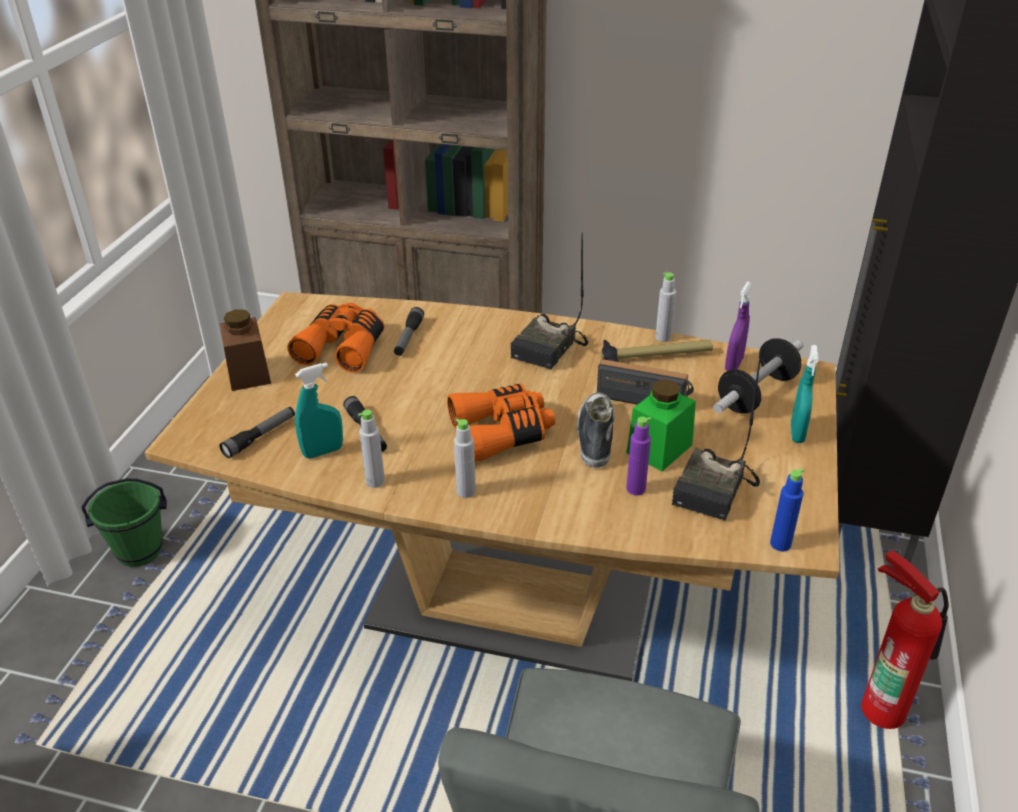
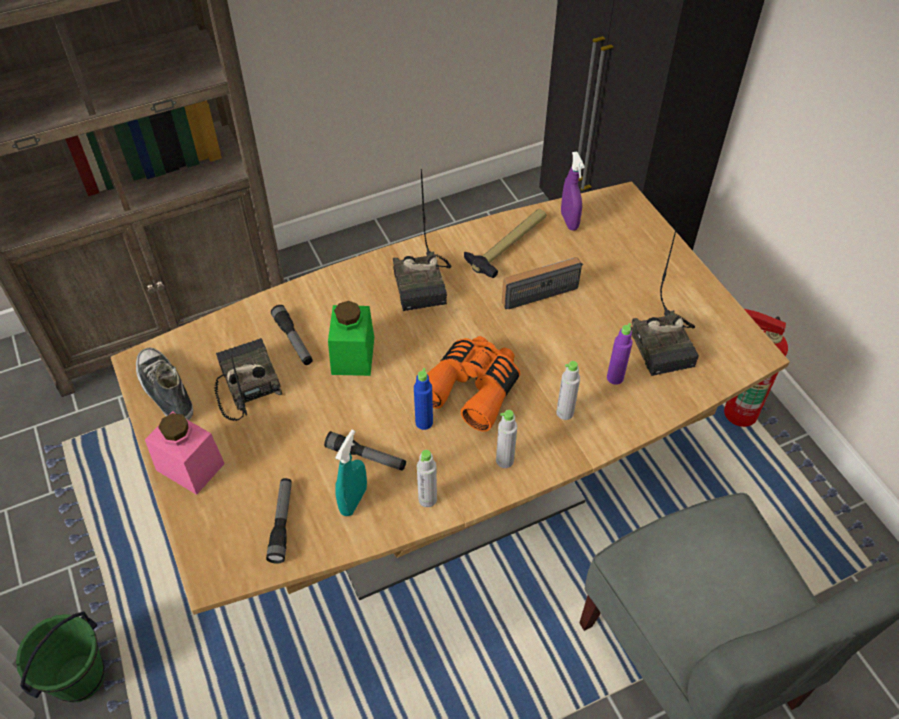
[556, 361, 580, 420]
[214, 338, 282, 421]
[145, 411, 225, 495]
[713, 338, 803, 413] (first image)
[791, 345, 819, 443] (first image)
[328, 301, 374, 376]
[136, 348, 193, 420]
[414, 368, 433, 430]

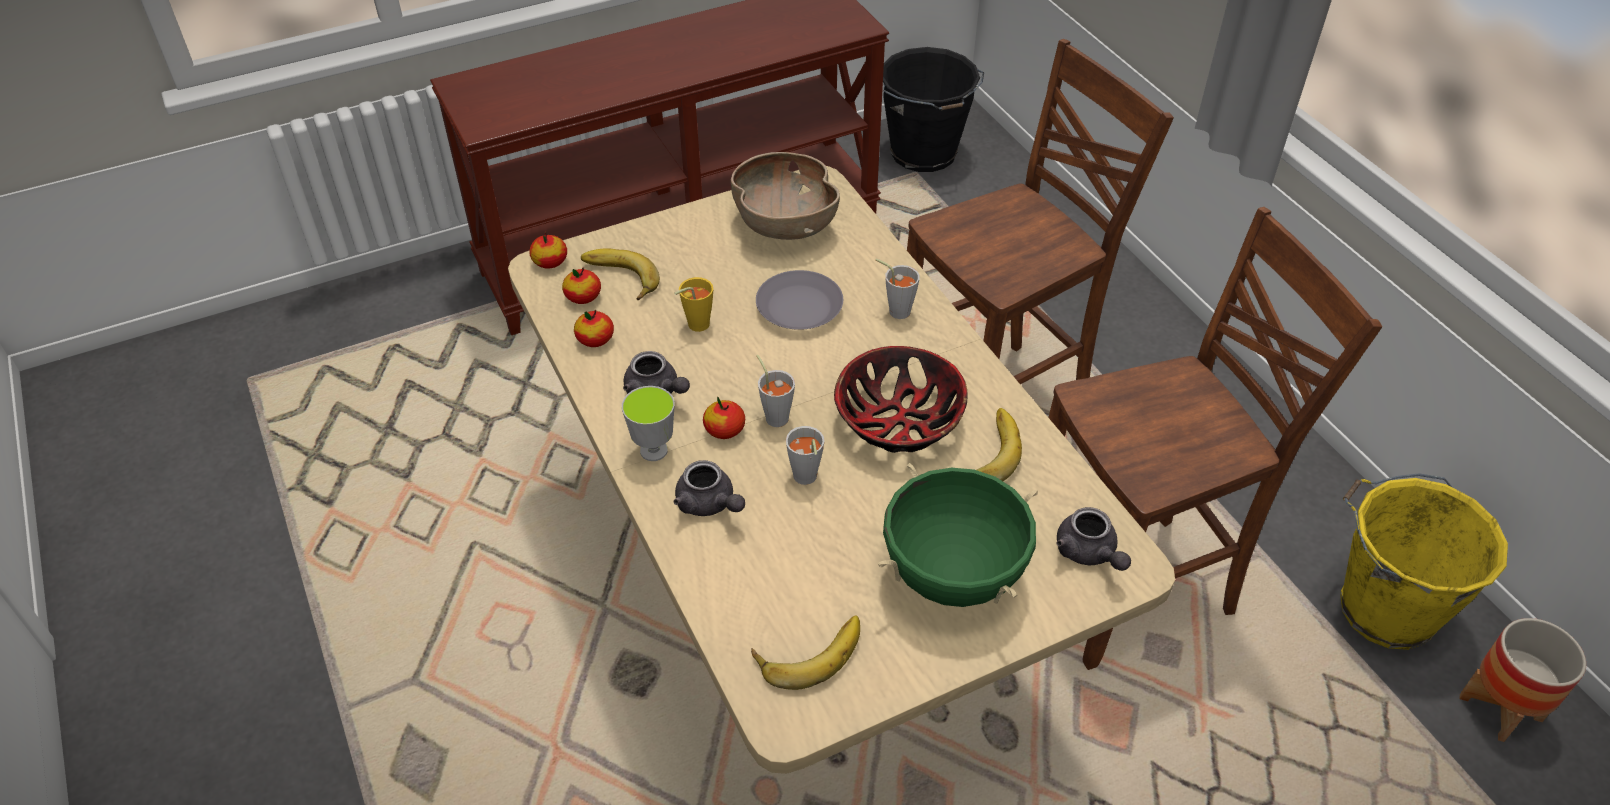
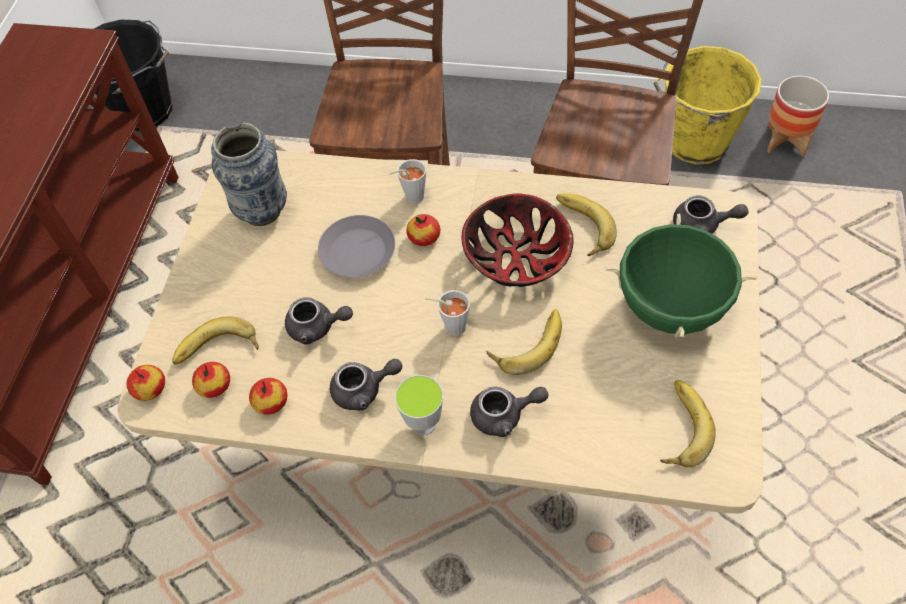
[211, 122, 287, 226]
[285, 297, 353, 344]
[406, 214, 440, 246]
[486, 309, 562, 375]

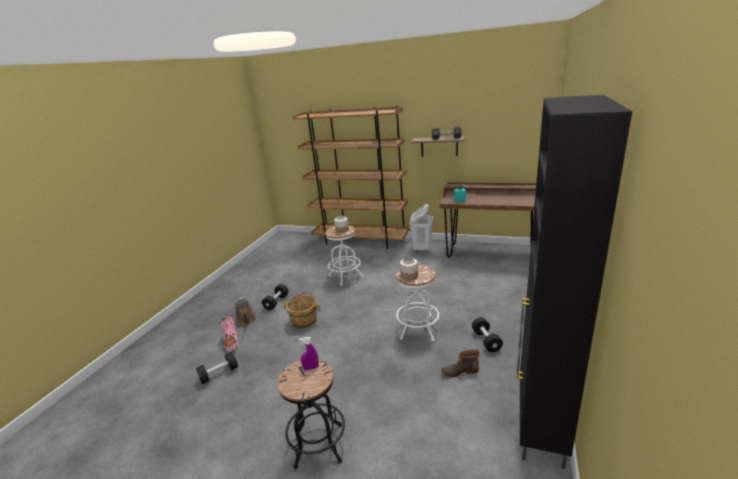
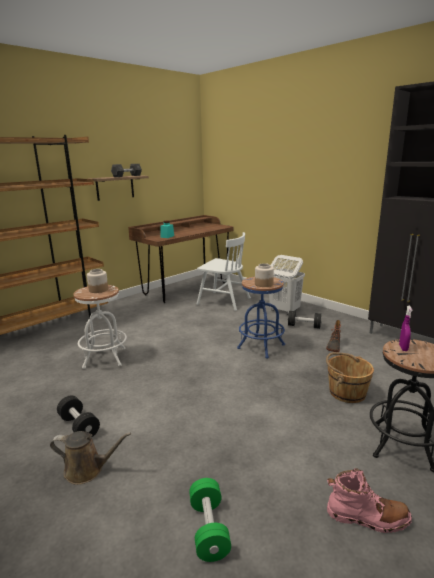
[269, 255, 305, 315]
[237, 276, 285, 358]
[326, 352, 374, 403]
[327, 468, 412, 533]
[189, 478, 231, 562]
[196, 232, 251, 311]

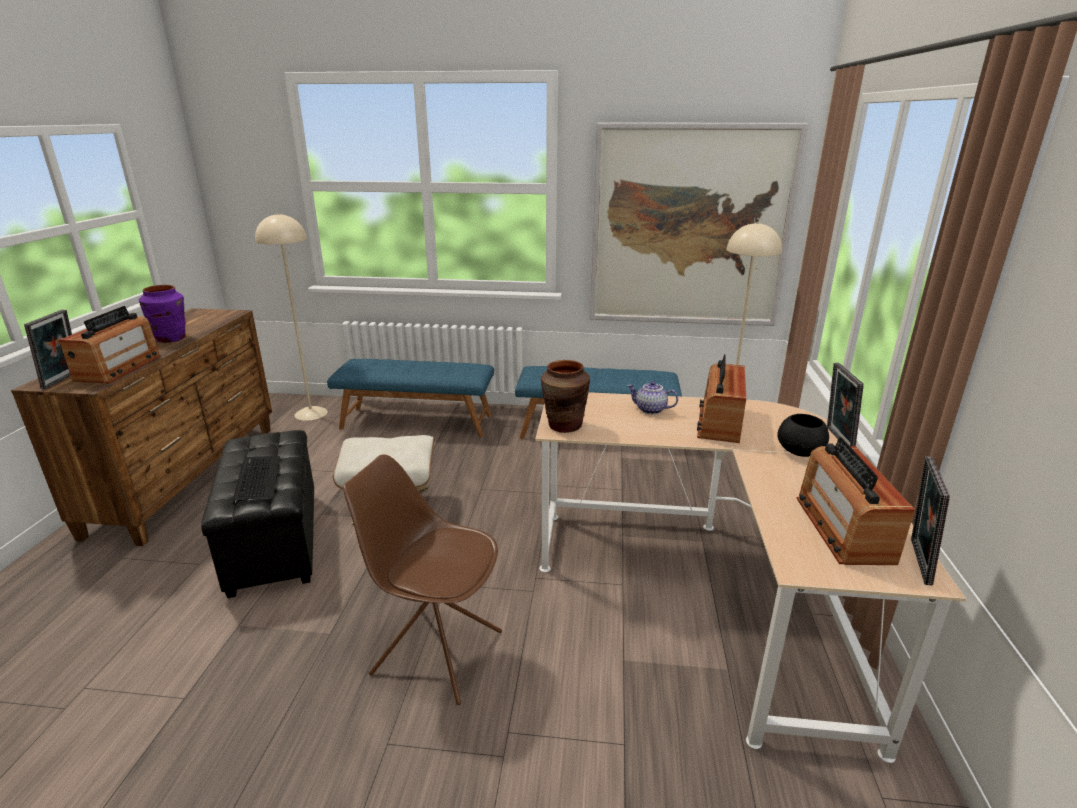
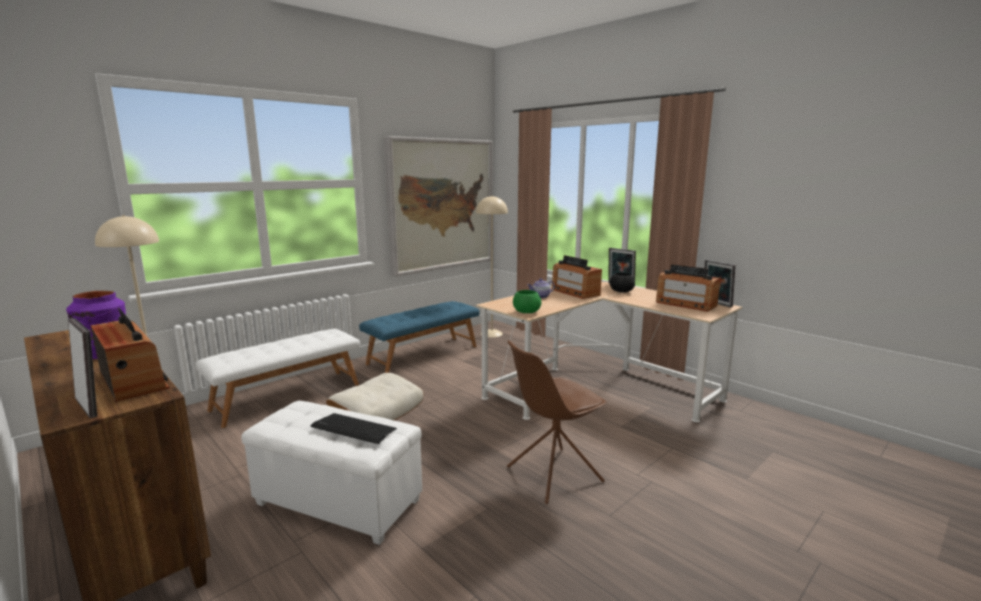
[195, 329, 360, 428]
[513, 290, 541, 313]
[241, 401, 422, 545]

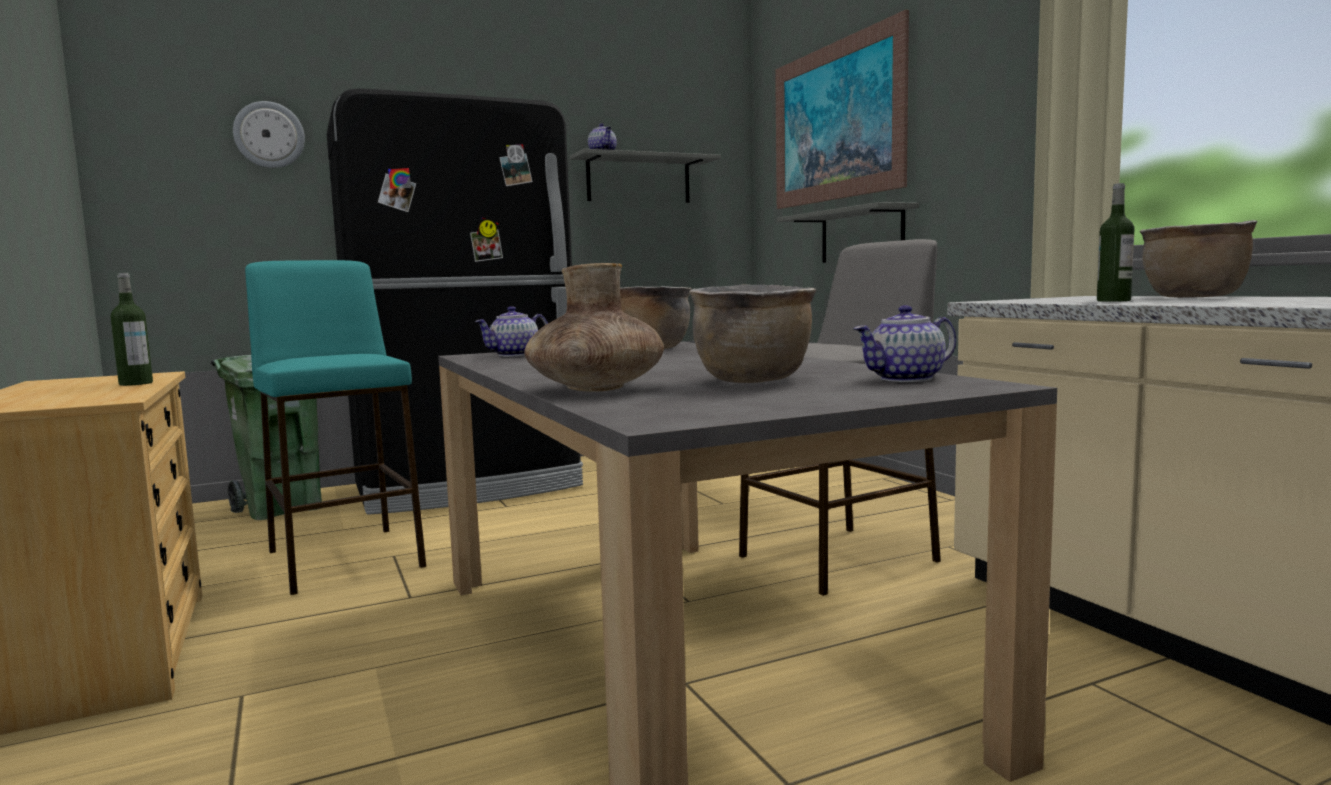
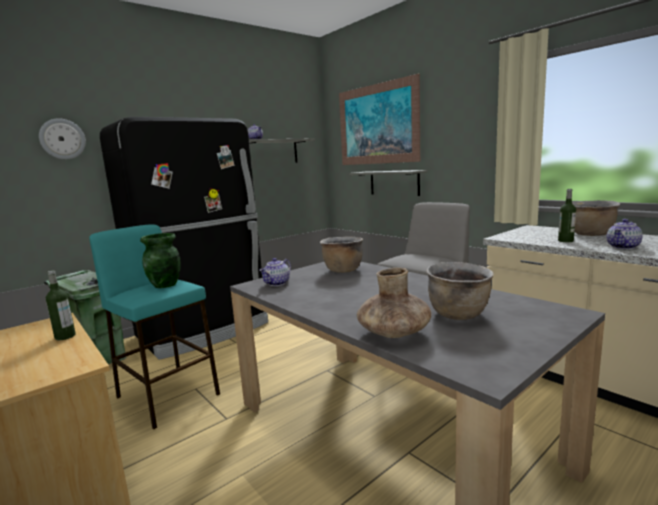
[607, 219, 643, 249]
[140, 233, 181, 288]

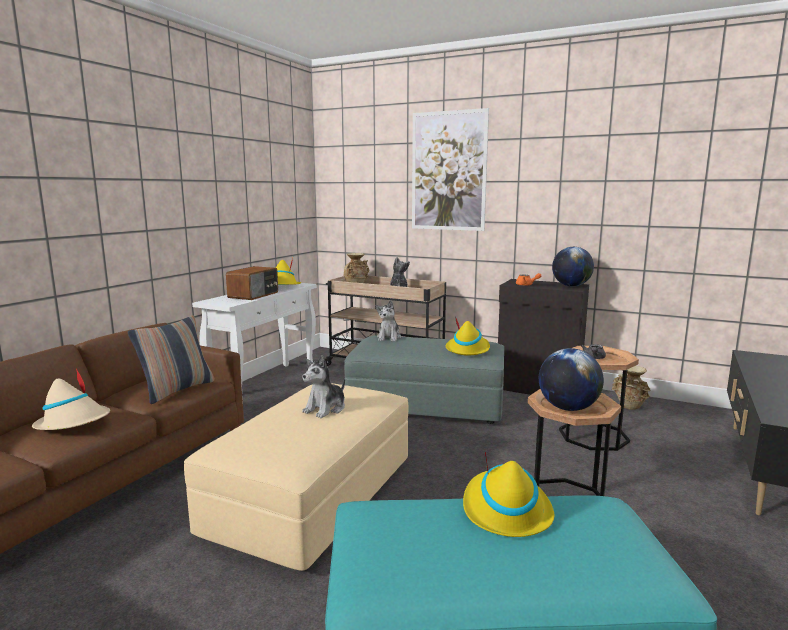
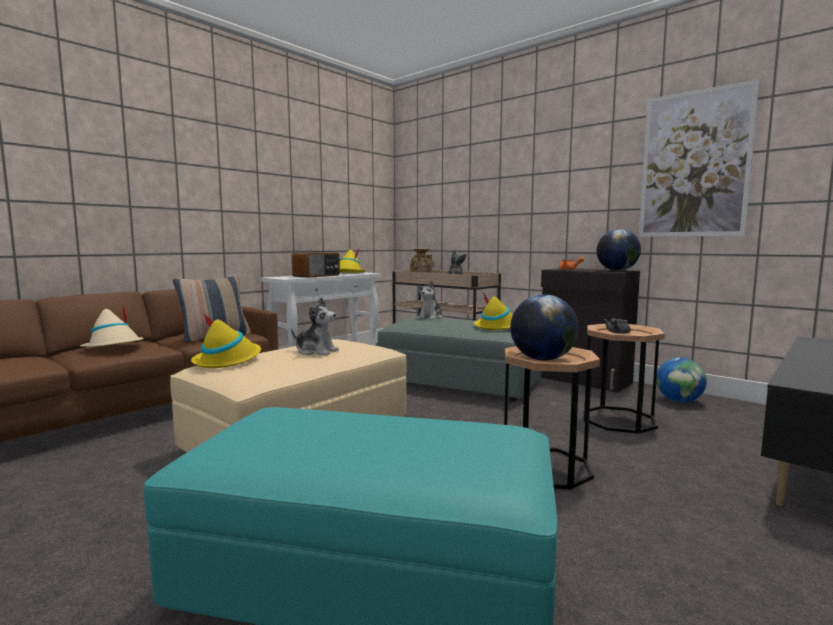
[639, 79, 760, 237]
[291, 298, 339, 355]
[656, 357, 707, 403]
[191, 313, 261, 368]

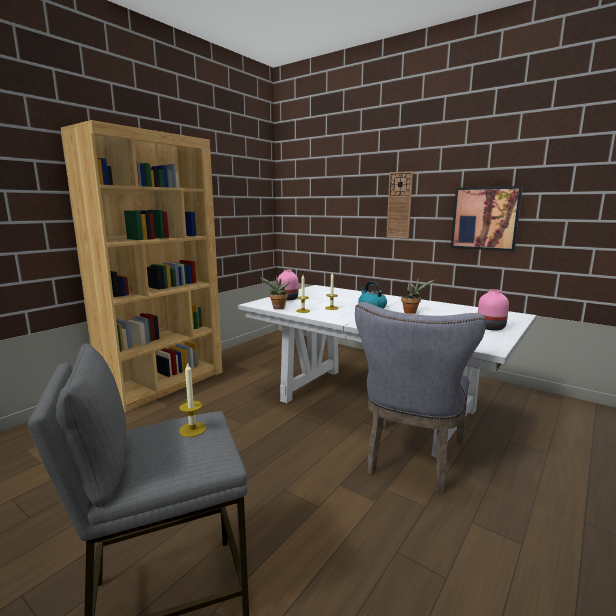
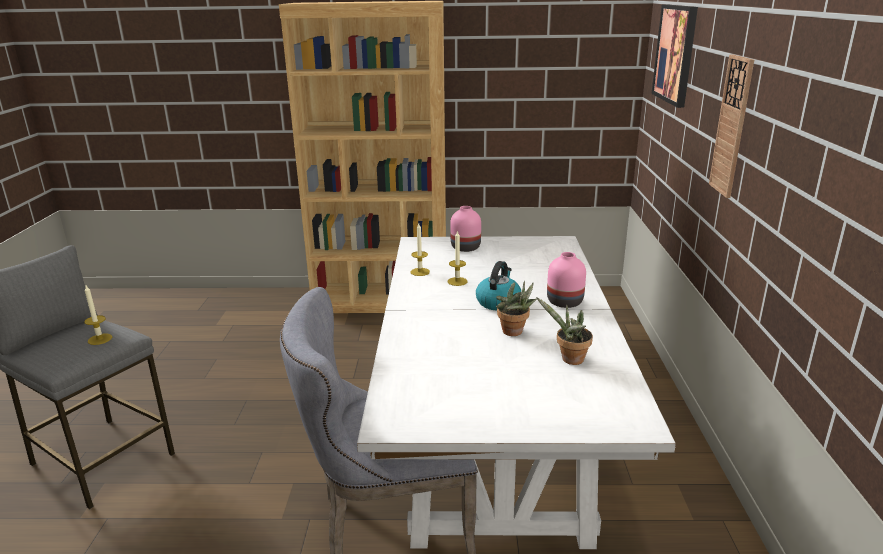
[652, 4, 698, 108]
[536, 297, 593, 365]
[547, 252, 586, 308]

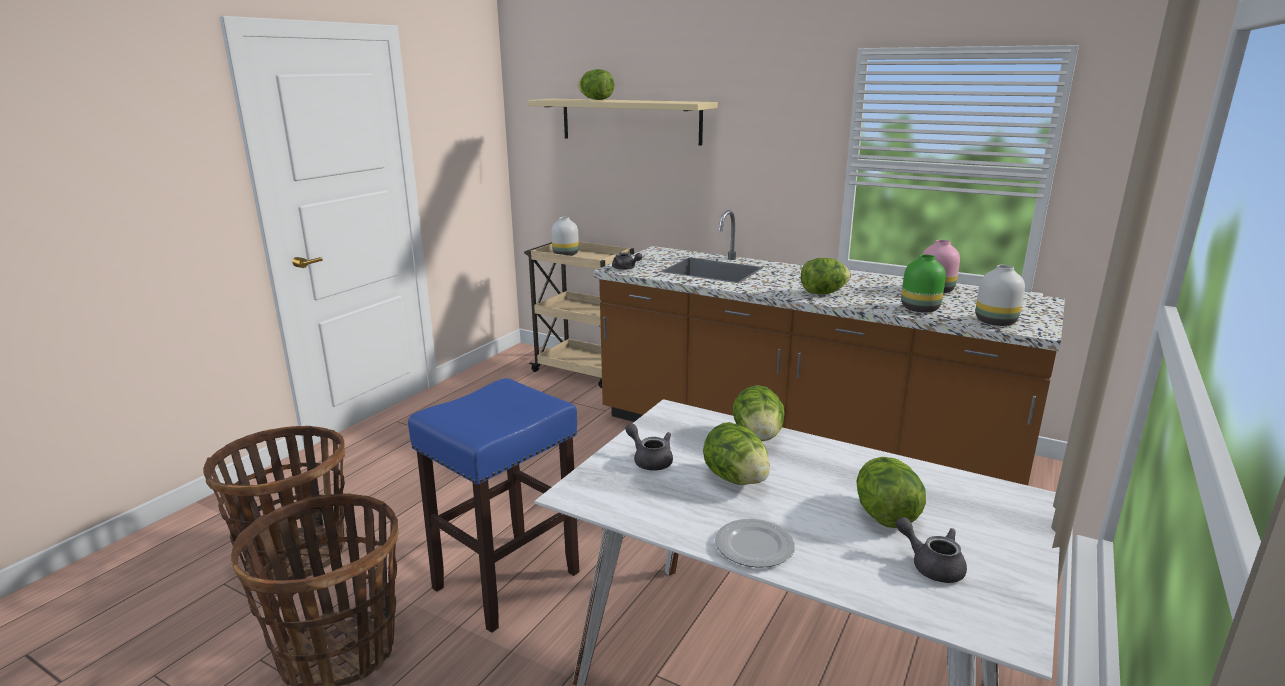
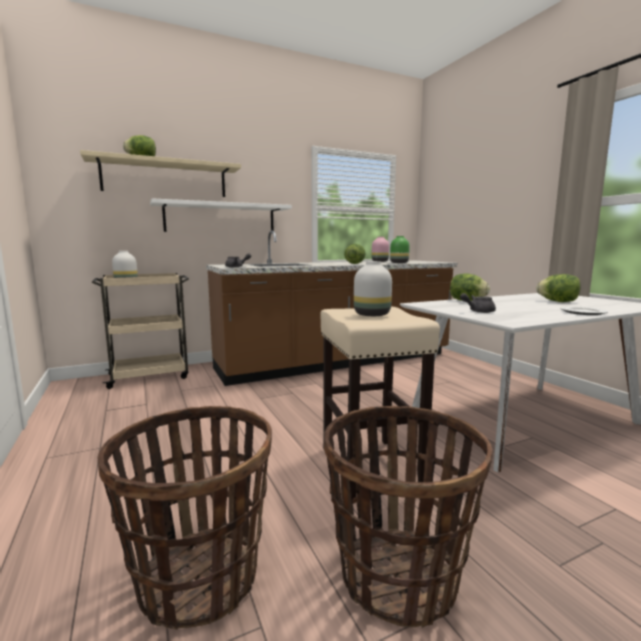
[354, 261, 392, 316]
[320, 307, 440, 499]
[703, 422, 770, 485] (first image)
[896, 517, 967, 583] (first image)
[150, 198, 292, 232]

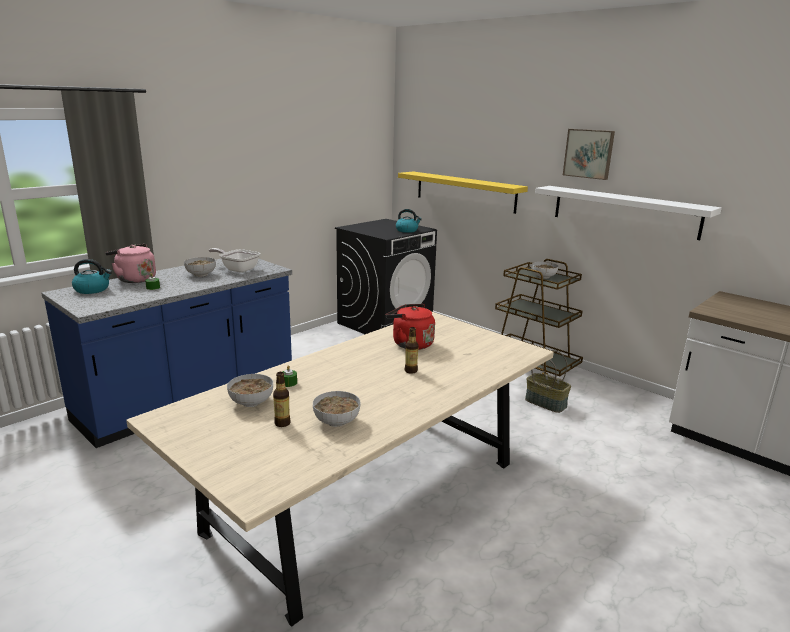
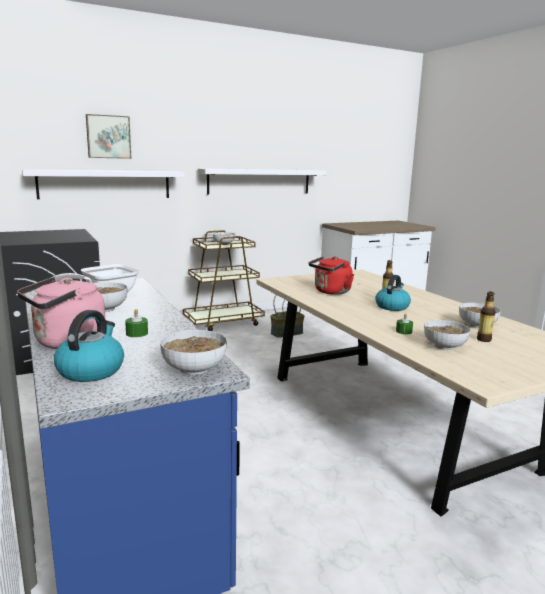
[86, 114, 131, 159]
[22, 169, 185, 199]
[375, 275, 411, 311]
[160, 330, 227, 375]

